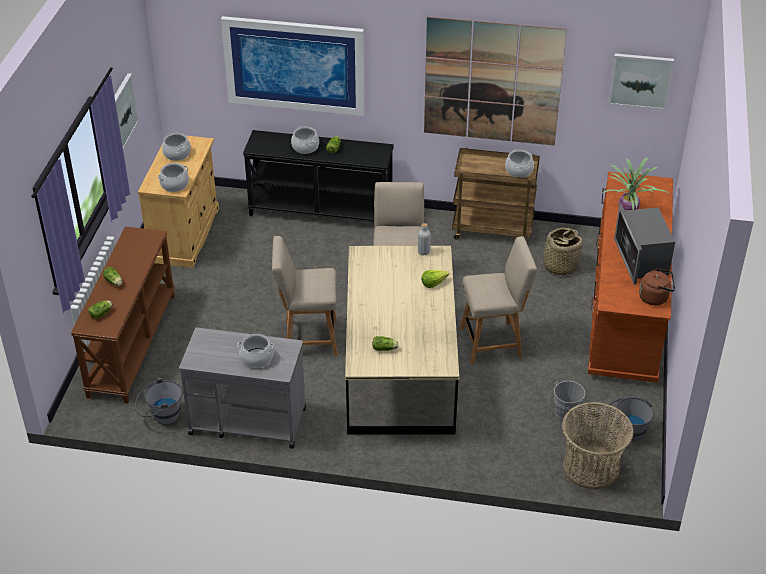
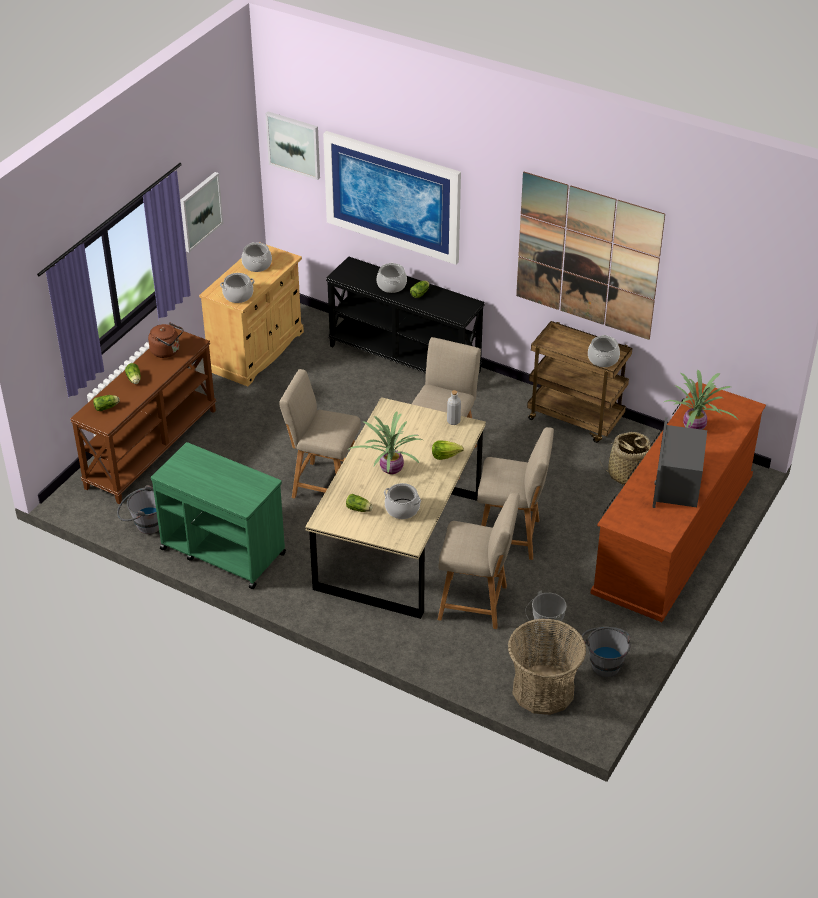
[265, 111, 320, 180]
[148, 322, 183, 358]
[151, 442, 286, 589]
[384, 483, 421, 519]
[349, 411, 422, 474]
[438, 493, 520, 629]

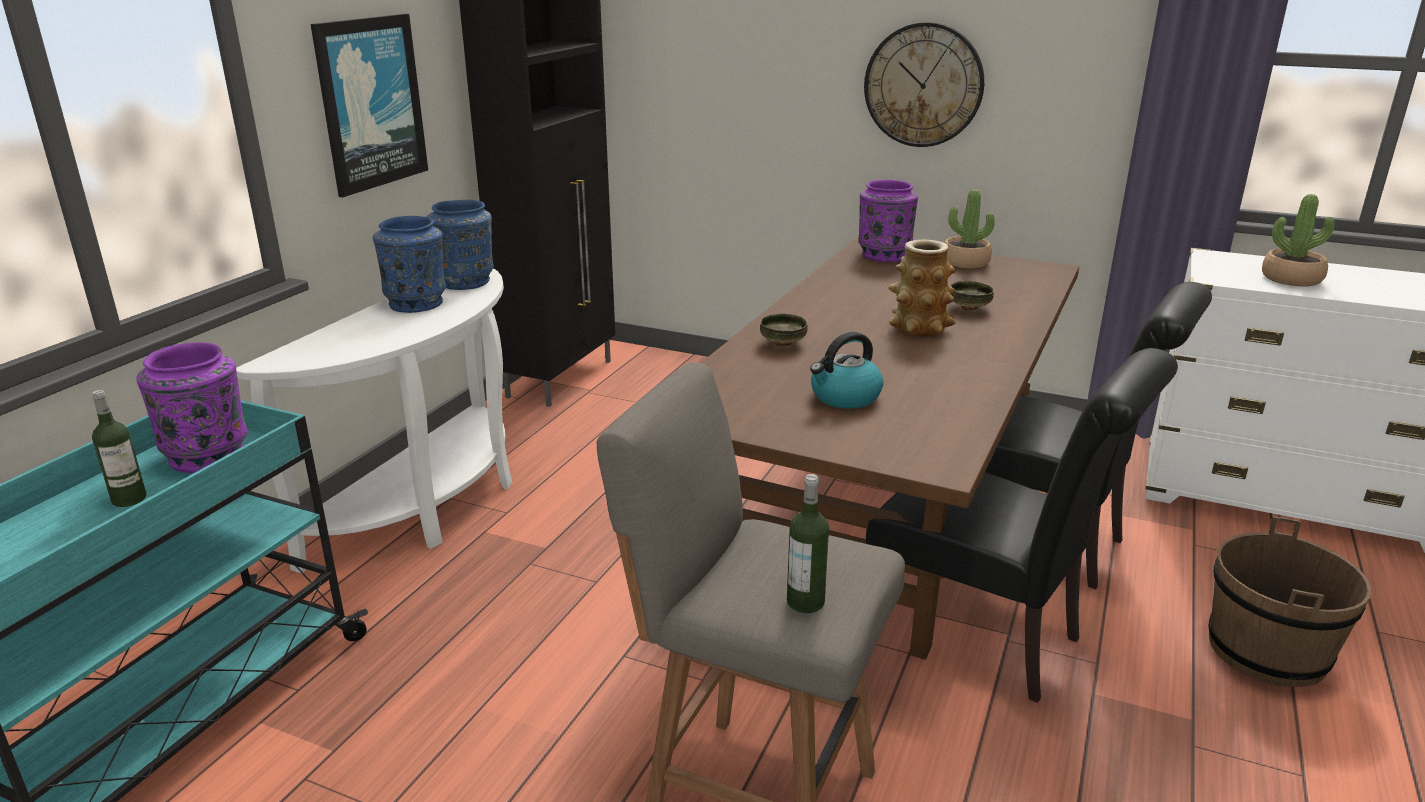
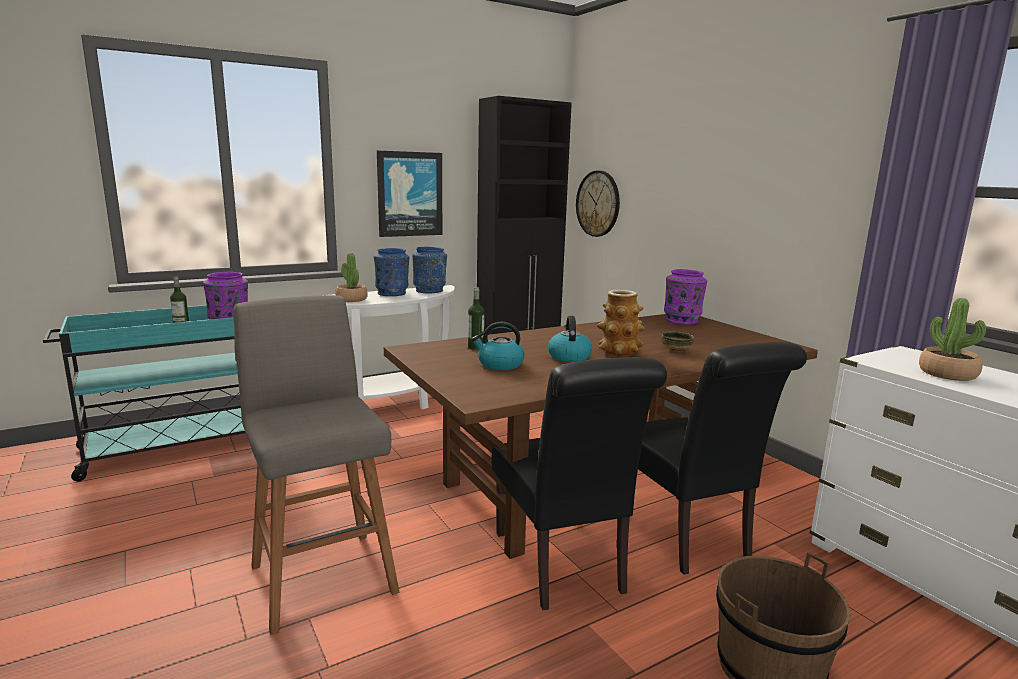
[576, 170, 620, 237]
[335, 253, 368, 302]
[760, 313, 808, 347] (first image)
[468, 287, 484, 350]
[548, 316, 592, 362]

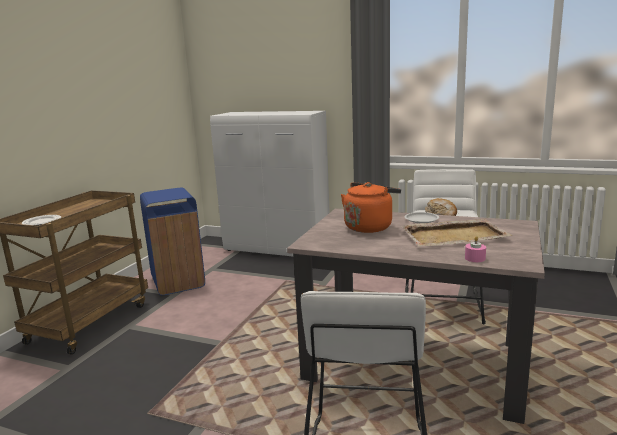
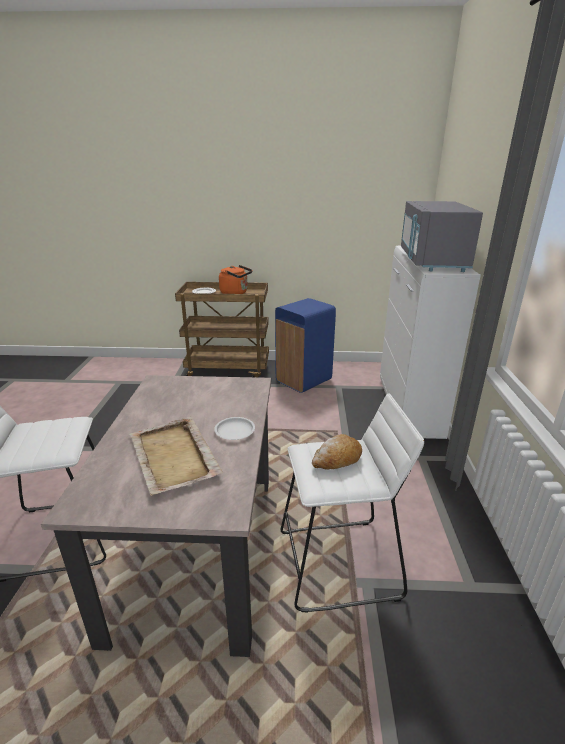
[219, 265, 252, 294]
[465, 236, 486, 262] (first image)
[401, 201, 483, 272]

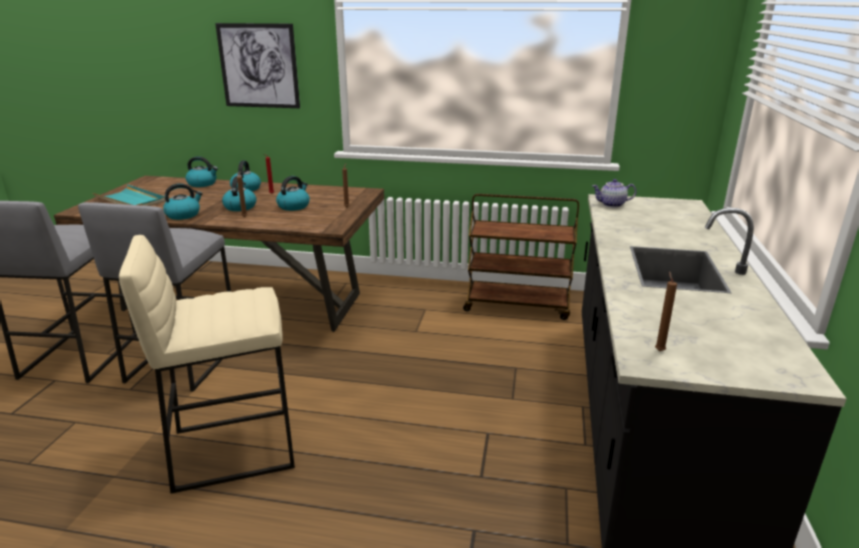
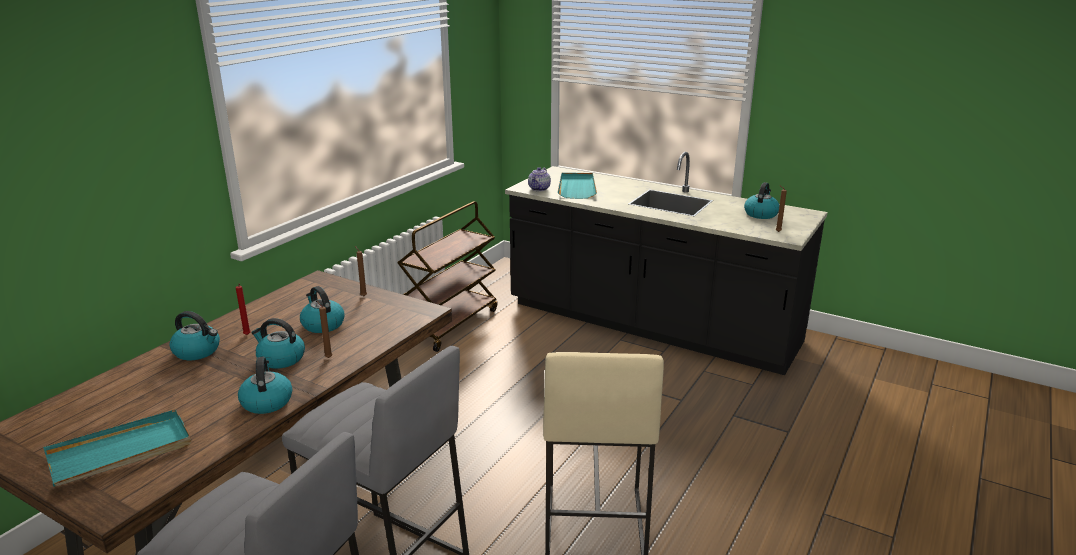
[215, 23, 300, 108] (first image)
[744, 182, 779, 219]
[558, 173, 597, 199]

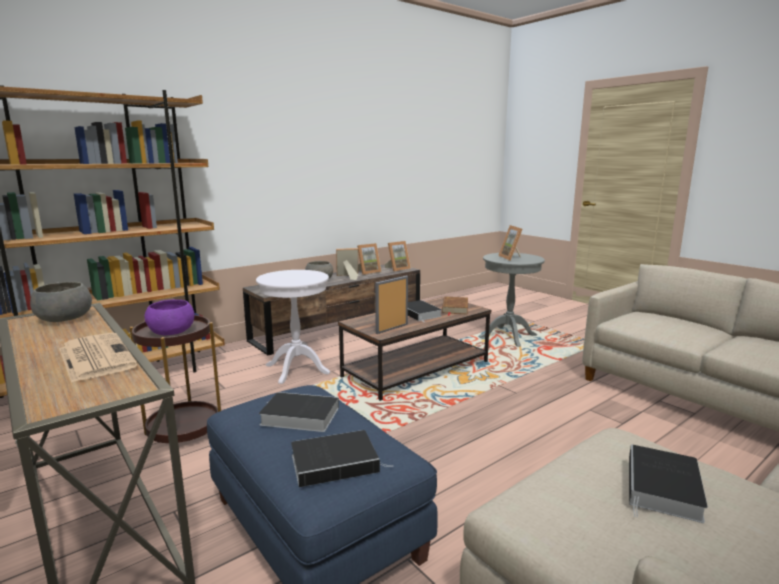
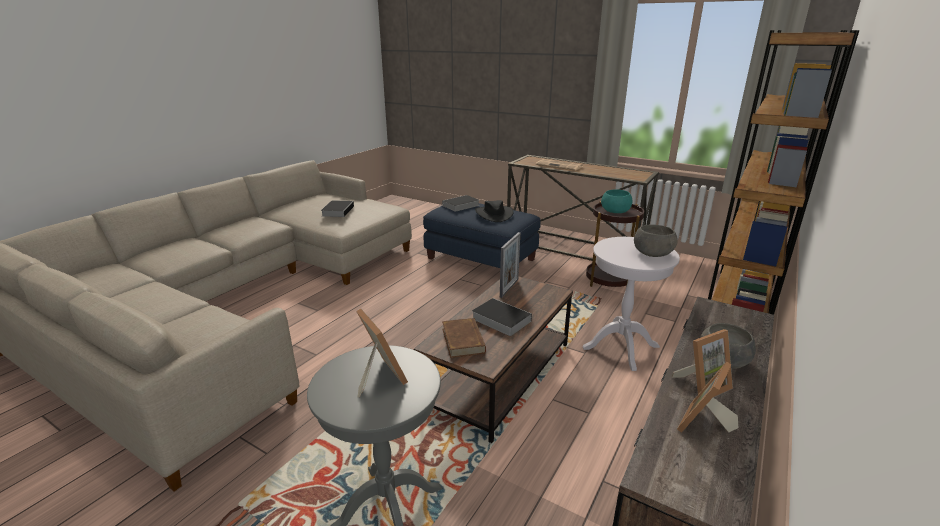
[384, 241, 411, 272] (first image)
[634, 224, 678, 257]
[601, 190, 632, 213]
[475, 200, 514, 222]

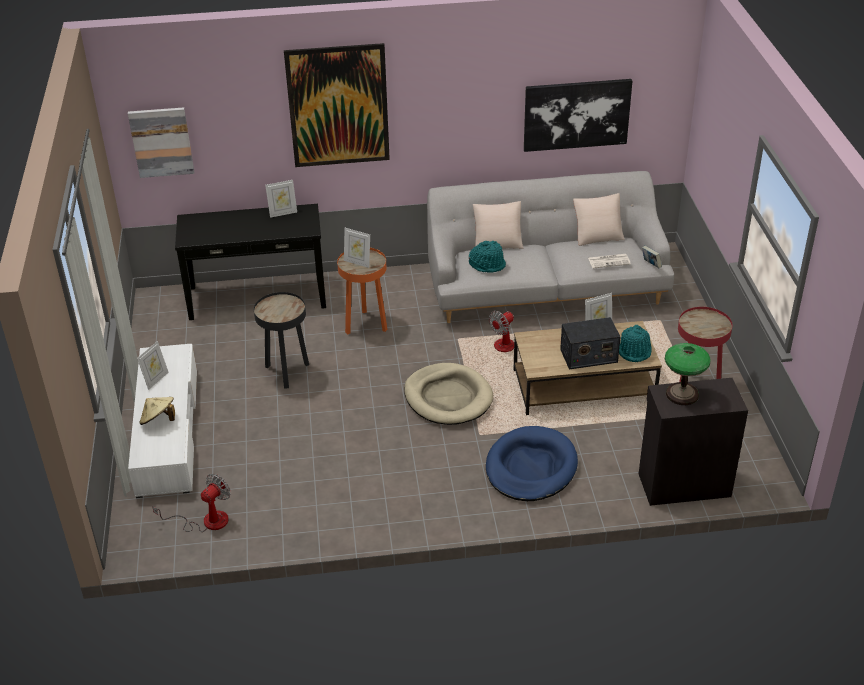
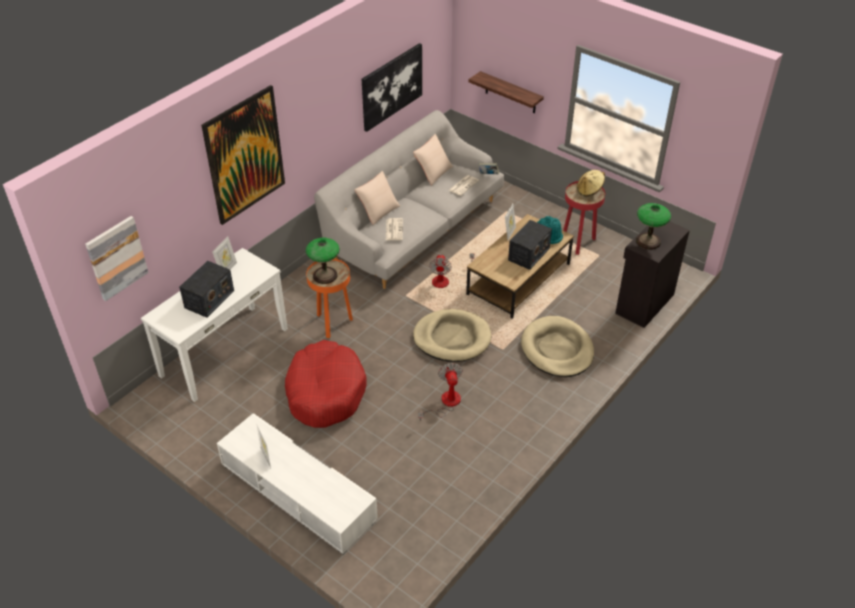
[141, 248, 288, 402]
[306, 238, 340, 284]
[386, 218, 403, 240]
[285, 340, 366, 428]
[577, 170, 605, 197]
[521, 316, 594, 377]
[418, 363, 463, 421]
[468, 71, 544, 113]
[179, 261, 234, 318]

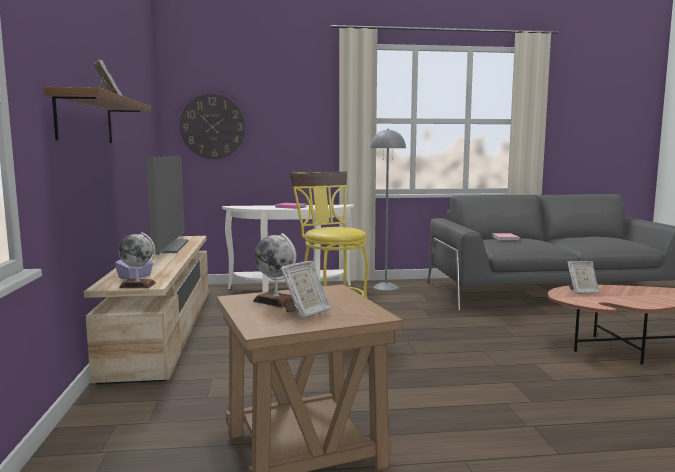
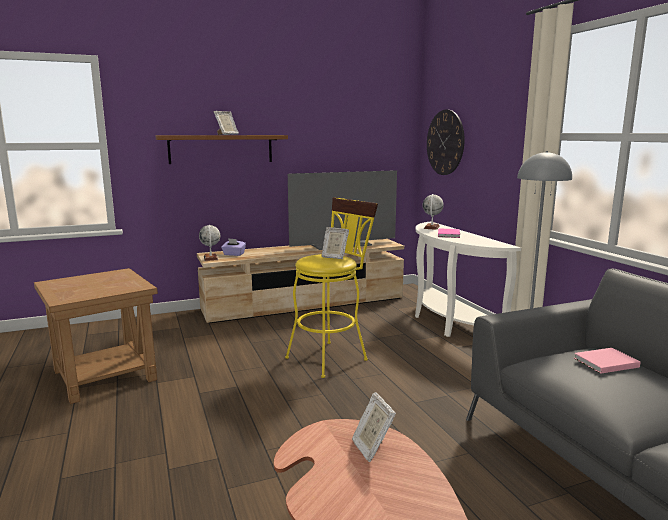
[423, 194, 444, 230]
[322, 227, 349, 259]

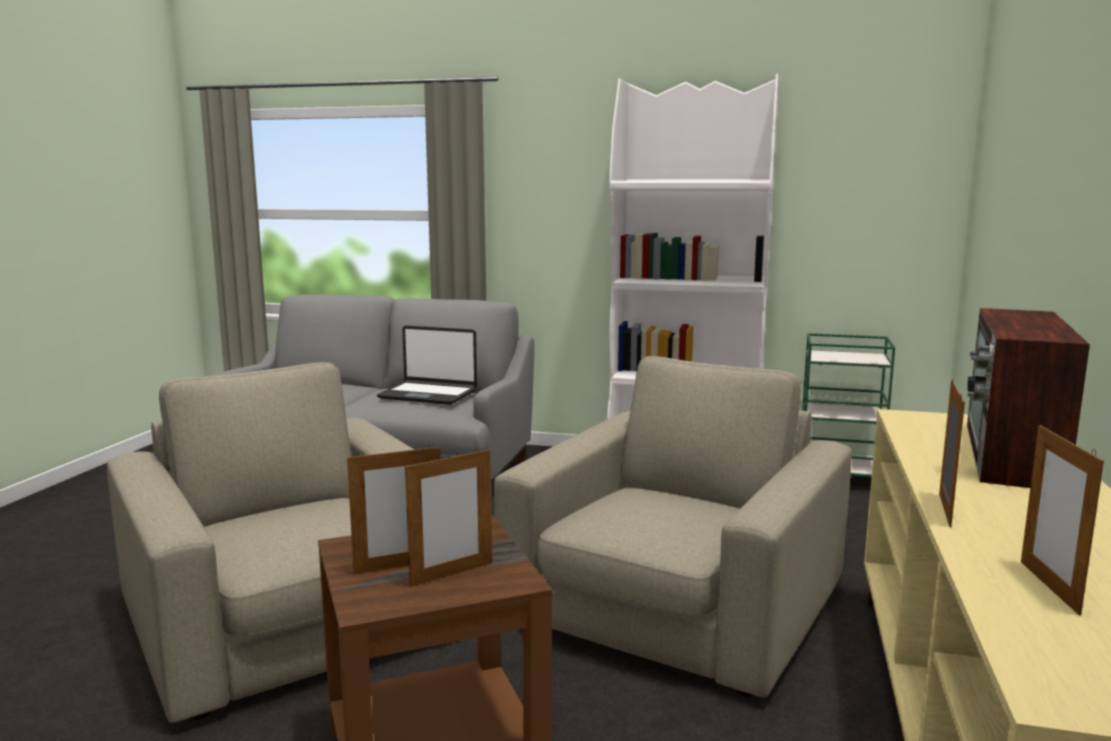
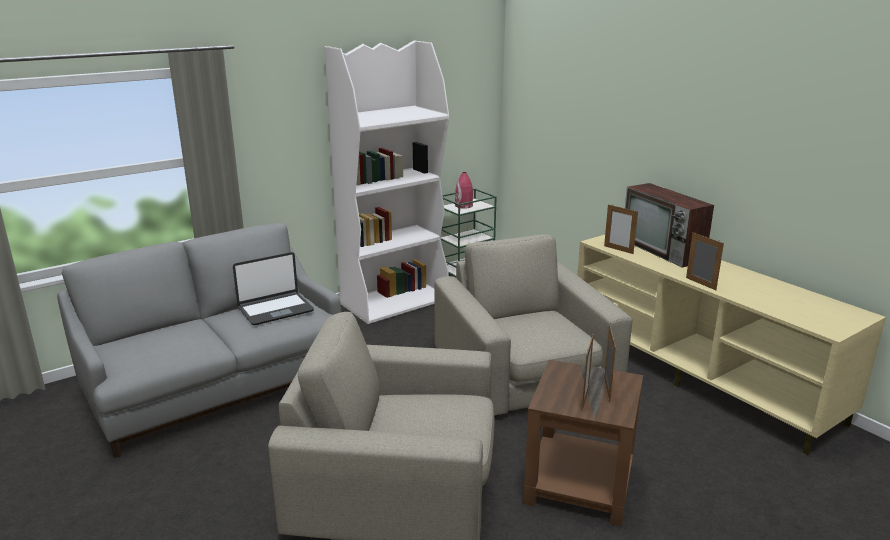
[604, 205, 638, 254]
[455, 172, 473, 209]

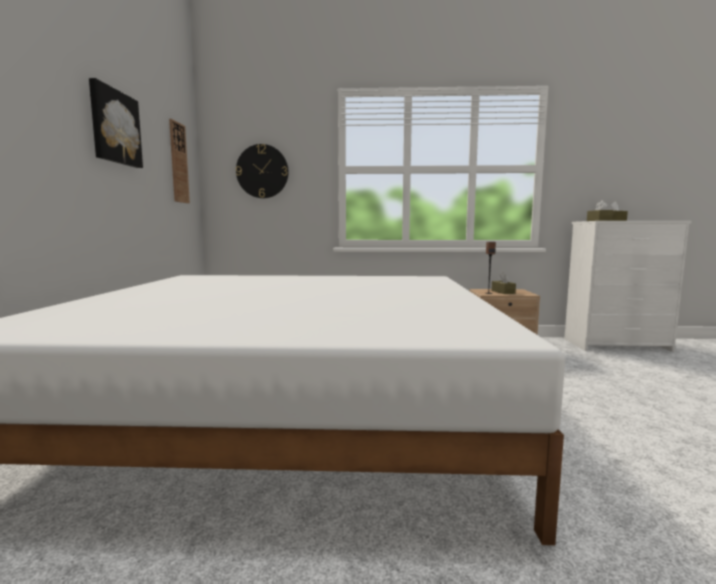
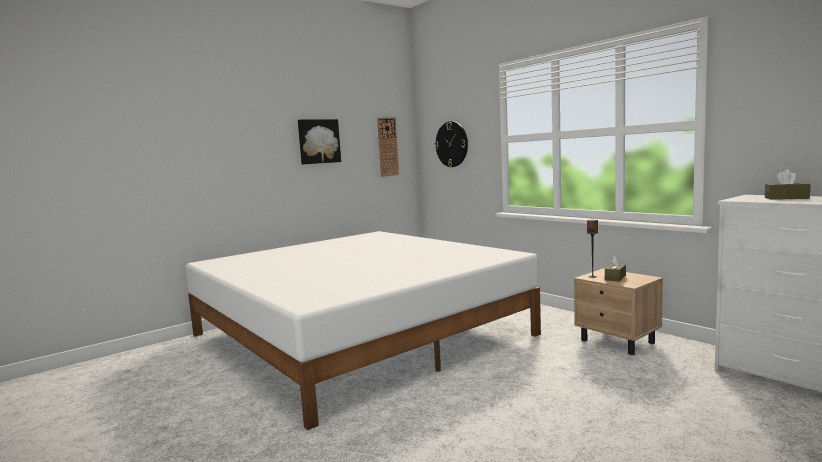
[587, 200, 613, 221] (first image)

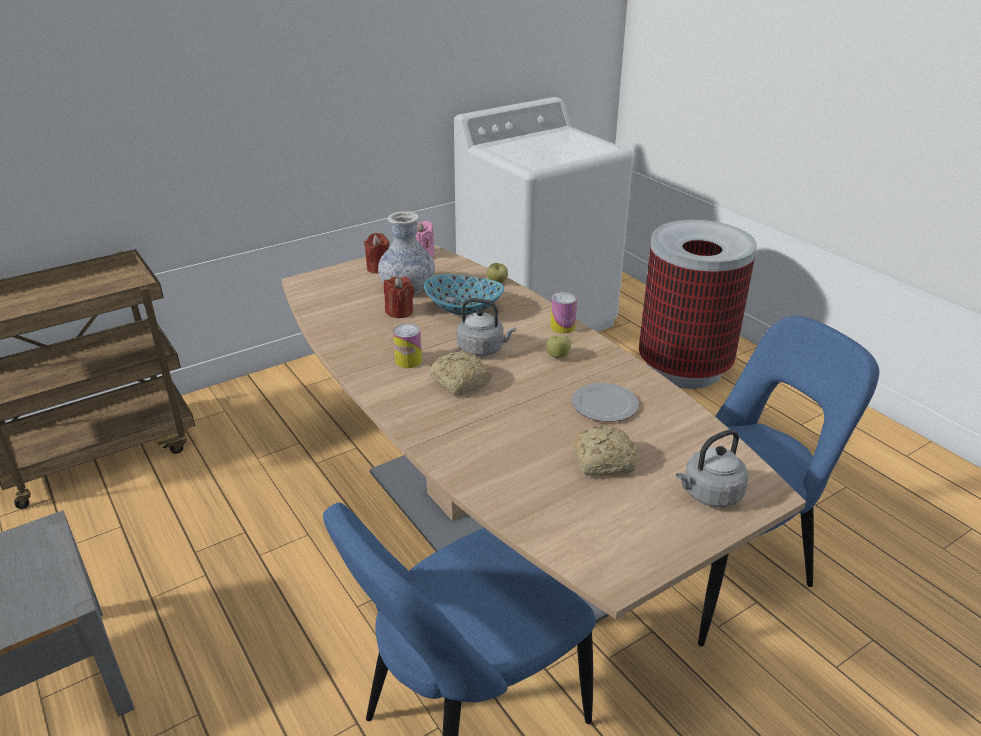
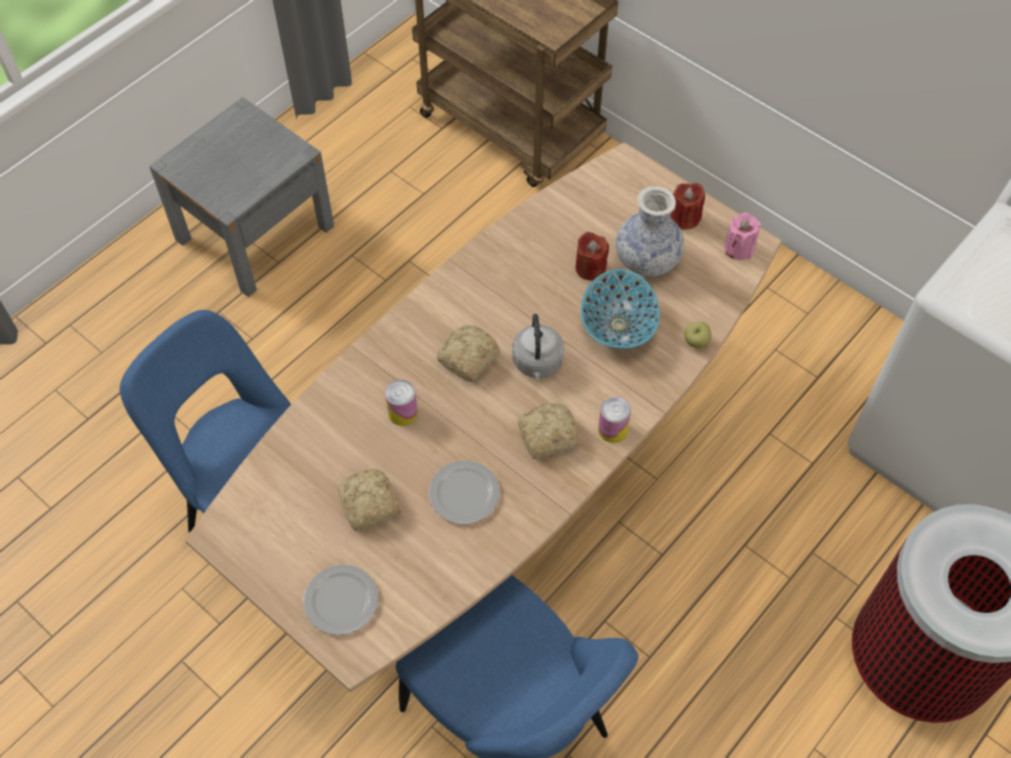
[385, 380, 418, 426]
[517, 403, 579, 459]
[303, 565, 378, 635]

